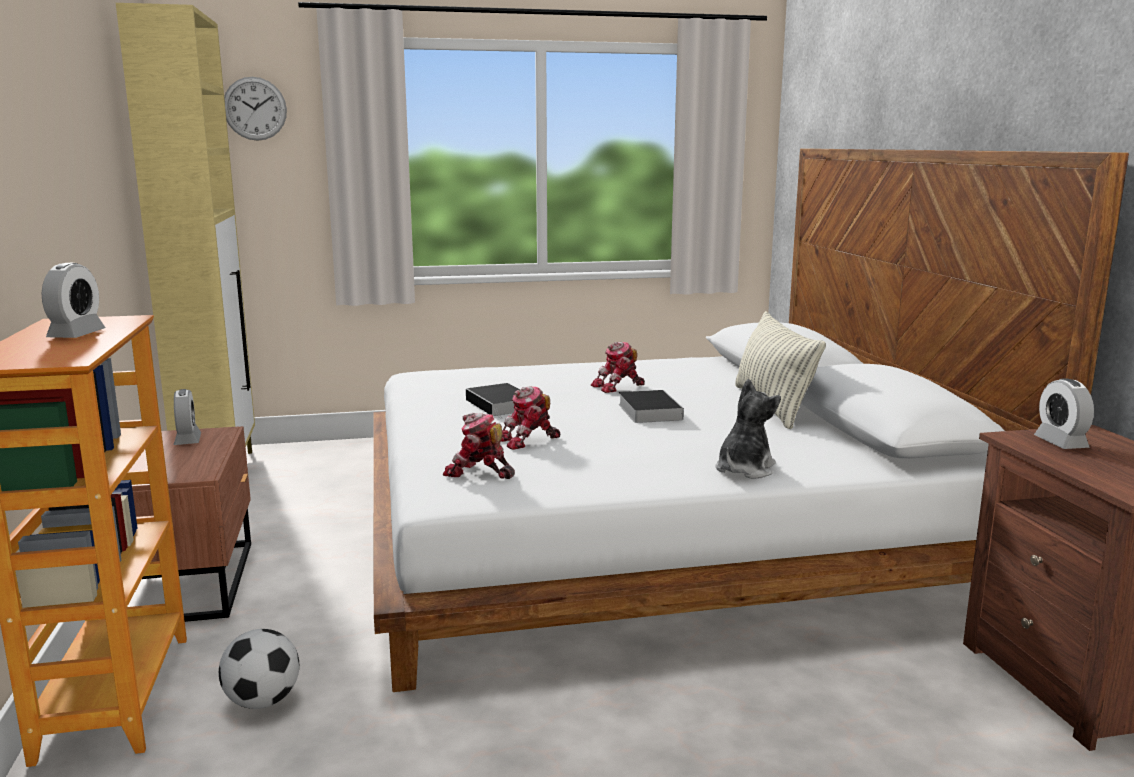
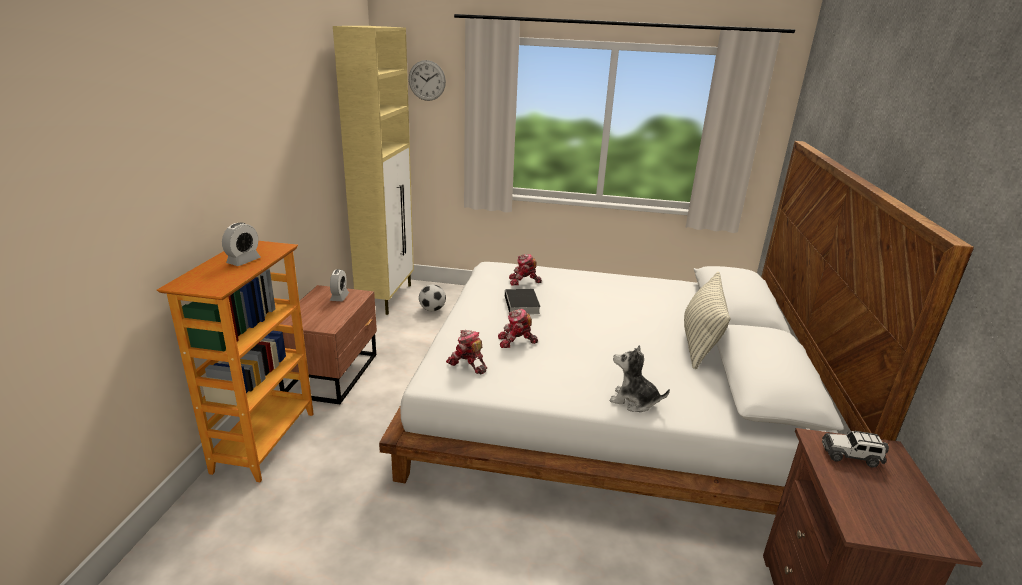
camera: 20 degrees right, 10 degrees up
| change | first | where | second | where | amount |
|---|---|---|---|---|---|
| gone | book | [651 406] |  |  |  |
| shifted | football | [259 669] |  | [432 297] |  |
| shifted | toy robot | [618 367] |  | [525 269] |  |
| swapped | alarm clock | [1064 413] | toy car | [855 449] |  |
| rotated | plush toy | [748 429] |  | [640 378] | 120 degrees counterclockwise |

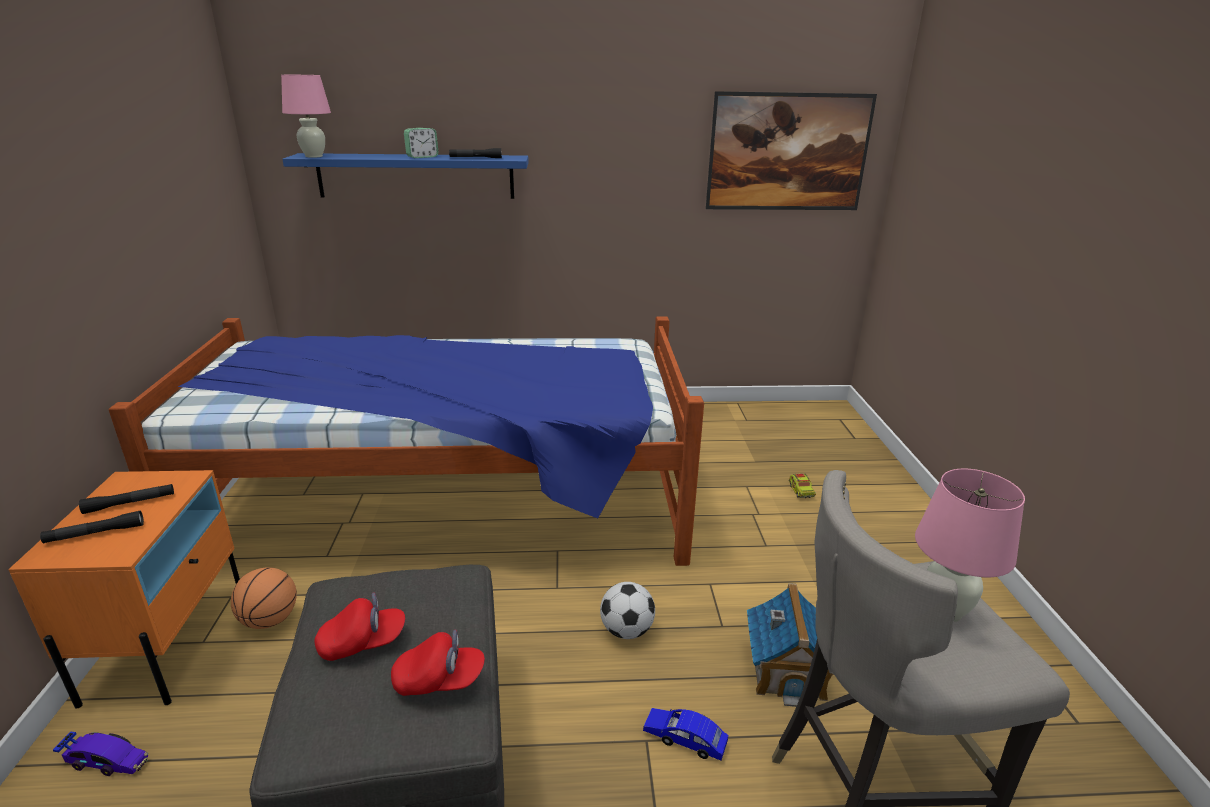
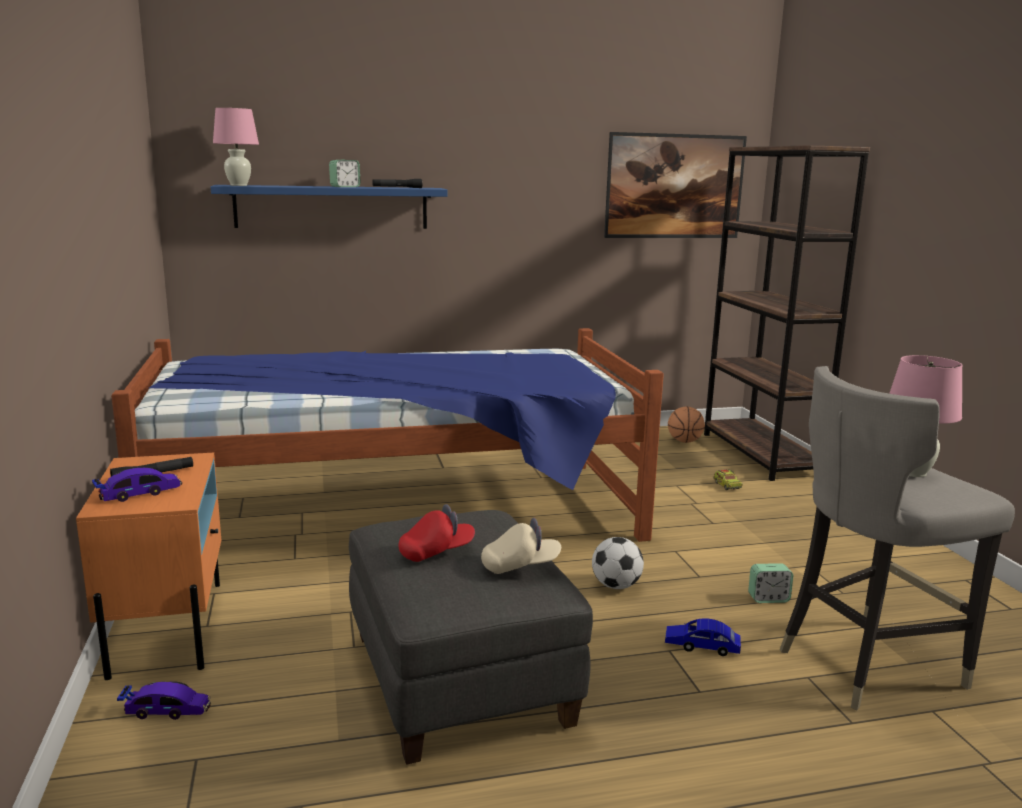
camera: 10 degrees left, 10 degrees down
| change | first | where | second | where | amount |
|---|---|---|---|---|---|
| new |  |  | bookcase/brown | [787 313] |  |
| shifted | basketball | [264 598] |  | [686 424] |  |
| swapped | flashlight/black | [92 527] | toy car | [137 484] |  |
| swapped | toy house | [790 645] | alarm clock | [770 583] |  |
| repainted | cap/red | [438 662] | cap/beige | [521 546] |  |

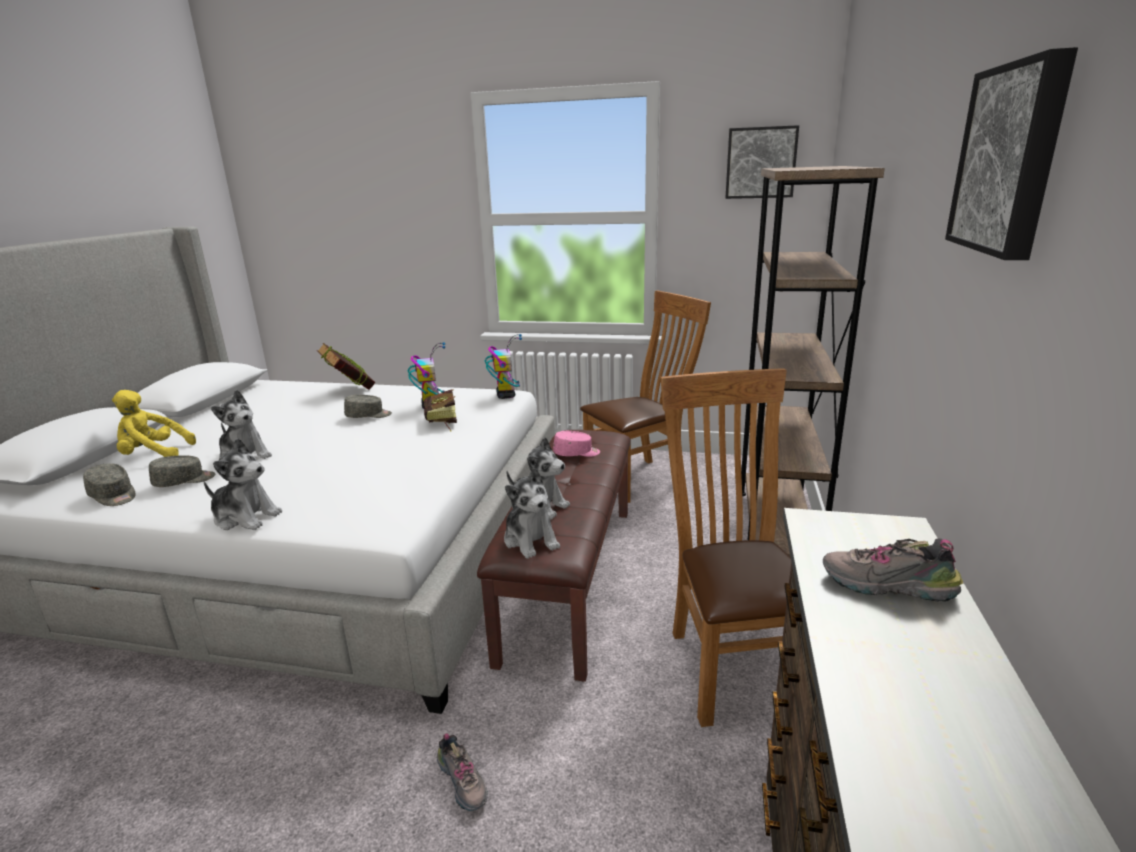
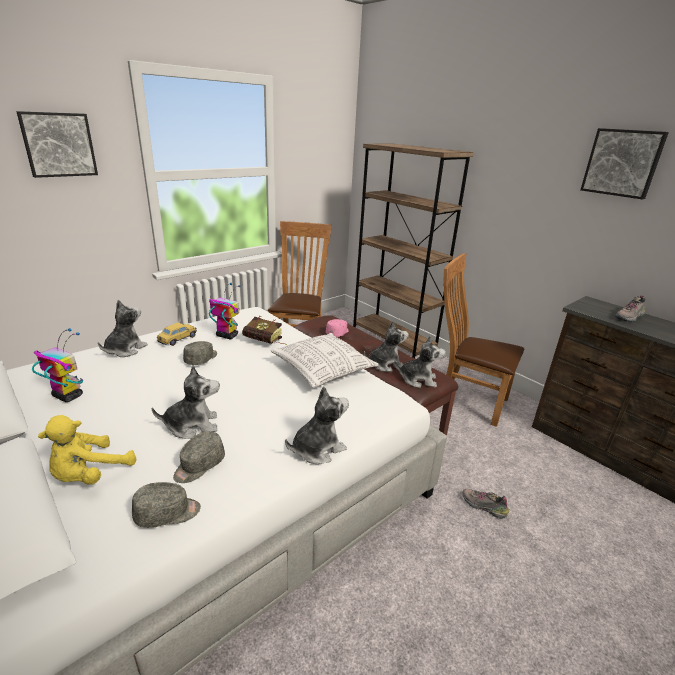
camera: 55 degrees left, 5 degrees up
| change | first | where | second | where | amount |
|---|---|---|---|---|---|
| new |  |  | toy car | [177 334] |  |
| new |  |  | pillow | [325 360] |  |
| shifted | toy robot | [503 366] |  | [57 365] |  |
| shifted | picture | [762 162] |  | [57 144] |  |
| swapped | book | [346 366] | plush toy | [123 328] |  |
| rotated | cap/grey | [182 471] |  | [199 457] | 150 degrees counterclockwise |
| rotated | shoe | [462 772] |  | [486 504] | 150 degrees counterclockwise |

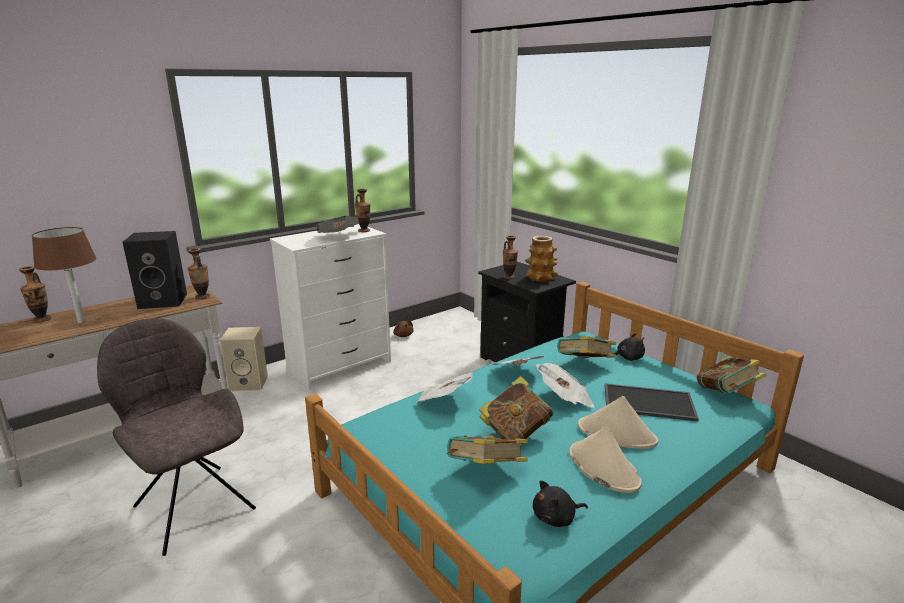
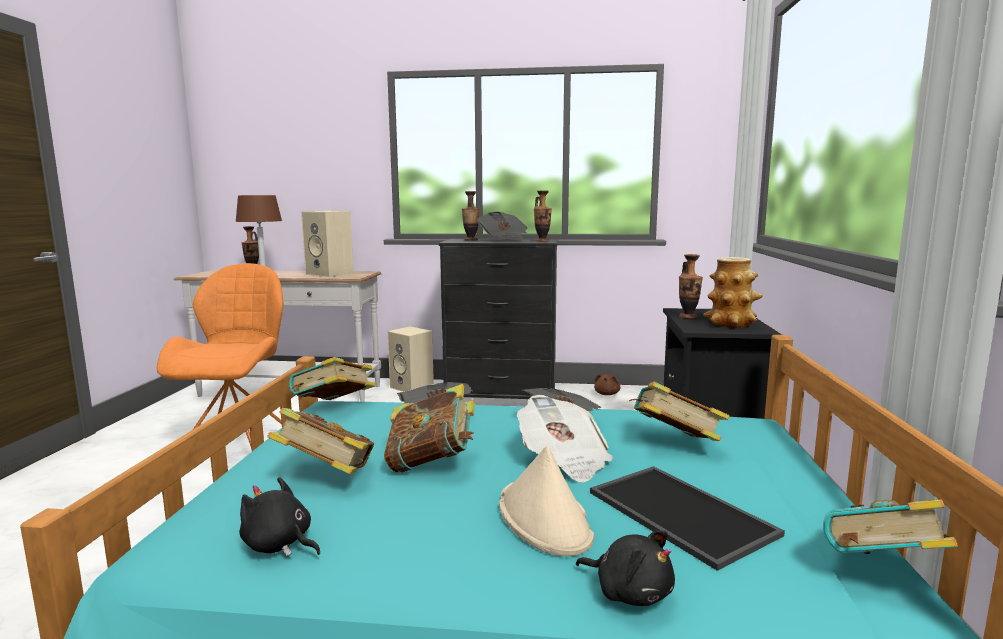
camera: 45 degrees right, 10 degrees down
| change | first | where | second | where | amount |
|---|---|---|---|---|---|
| gone | hat/beige | [605 459] |  |  |  |
| new |  |  | book | [332 378] |  |
| shifted | vase | [199 274] |  | [470 216] |  |
| shifted | plush toy/black | [628 347] |  | [625 568] |  |
| repainted | chair/grey | [176 437] | chair/orange | [220 354] |  |
| repainted | speaker/black | [155 270] | speaker/beige | [327 244] |  |
| repainted | dresser/white | [330 307] | dresser/black | [498 319] |  |

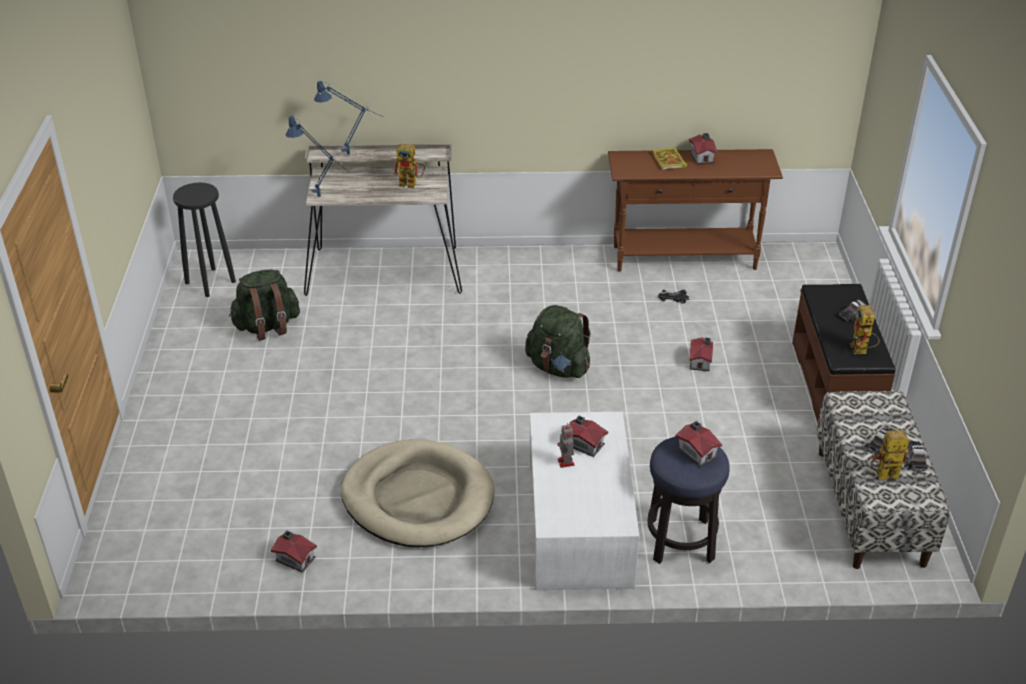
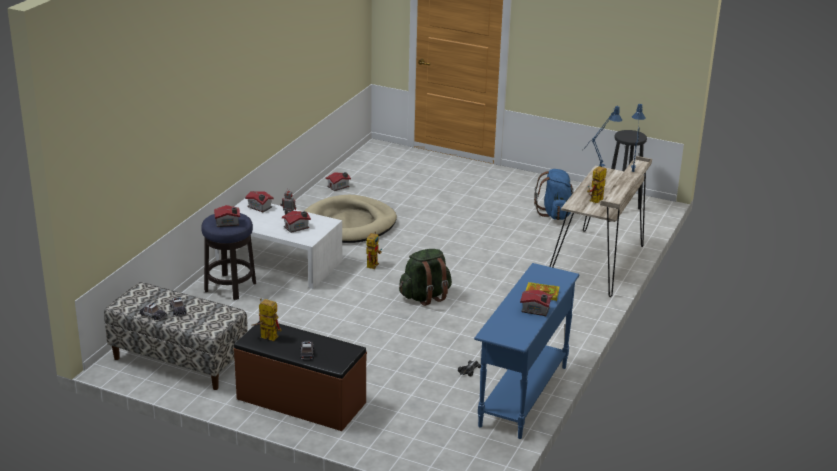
camera: 115 degrees right, 10 degrees down
| change | first | where | second | where | amount |
|---|---|---|---|---|---|
| shifted | toy house | [701 354] |  | [259 201] |  |
| shifted | toy robot | [890 454] |  | [374 250] |  |
| repainted | backpack/green | [264 305] | backpack/blue | [554 194] |  |
| repainted | console table/brown | [695 210] | console table/blue | [526 351] |  |

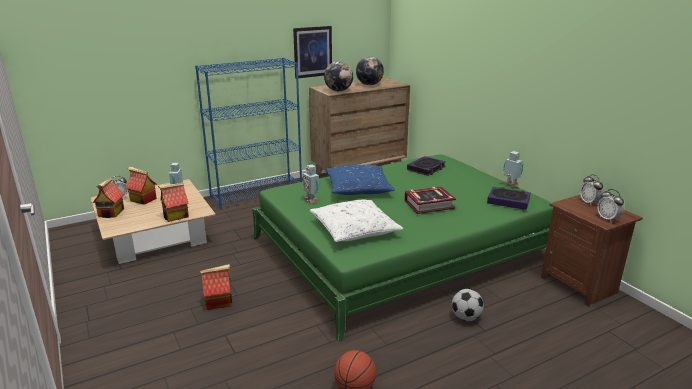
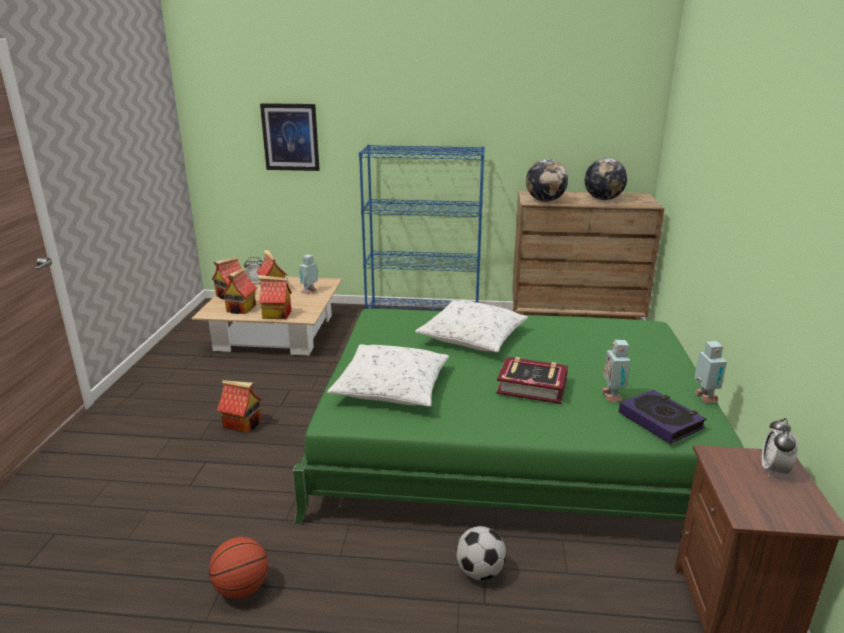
camera: 35 degrees right, 0 degrees up
| change | first | where | second | where | amount |
|---|---|---|---|---|---|
| gone | book | [426 166] |  |  |  |
| gone | alarm clock | [610 206] |  |  |  |
| new |  |  | toy house | [240 291] |  |
| shifted | picture | [312 52] |  | [290 137] |  |
| shifted | toy robot | [311 184] |  | [616 371] |  |
| repainted | pillow/blue | [360 180] | pillow/white | [471 326] |  |

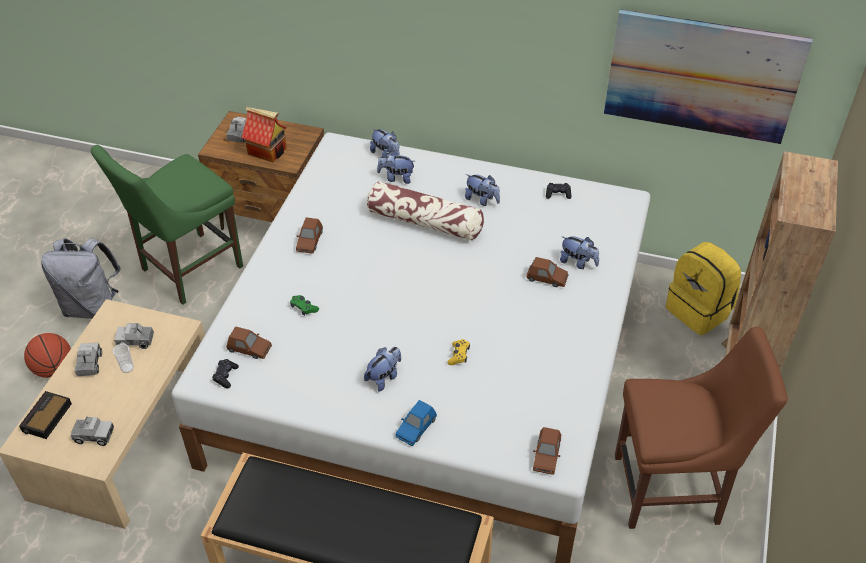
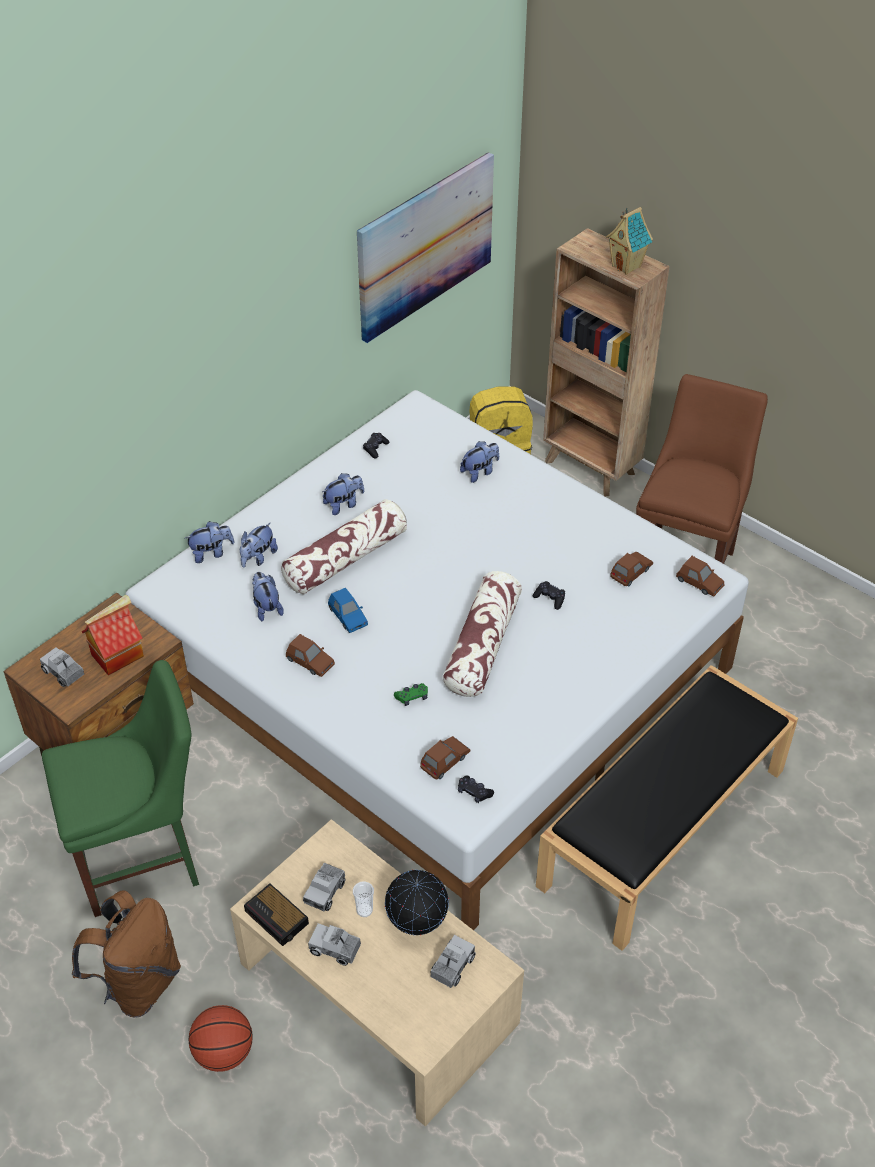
camera: 65 degrees left, 0 degrees up
| change | first | where | second | where | amount |
|---|---|---|---|---|---|
| new |  |  | globe | [417 902] |  |
| new |  |  | pillow | [482 634] |  |
| new |  |  | toy house | [629 241] |  |
| shifted | alarm clock | [45 415] |  | [276 914] |  |
| shifted | plush toy | [382 369] |  | [268 597] |  |
| shifted | toy car/blue | [416 423] |  | [348 610] |  |
| shifted | toy car/brown | [547 272] |  | [631 569] |  |
| repainted | backpack/grey | [81 278] | backpack/brown | [126 953] |  |
| repainted | game controller/yellow | [458 352] | game controller/black | [549 595] |  |
| rotated | chair/green | [167 225] |  | [120 788] | 90 degrees counterclockwise |

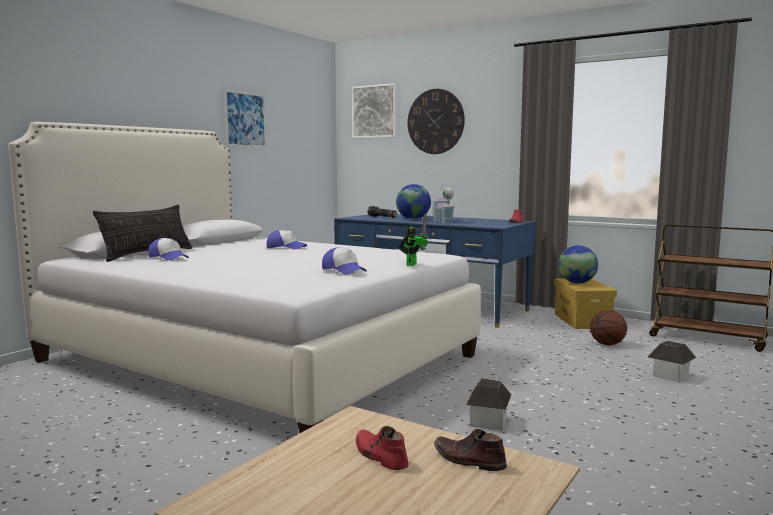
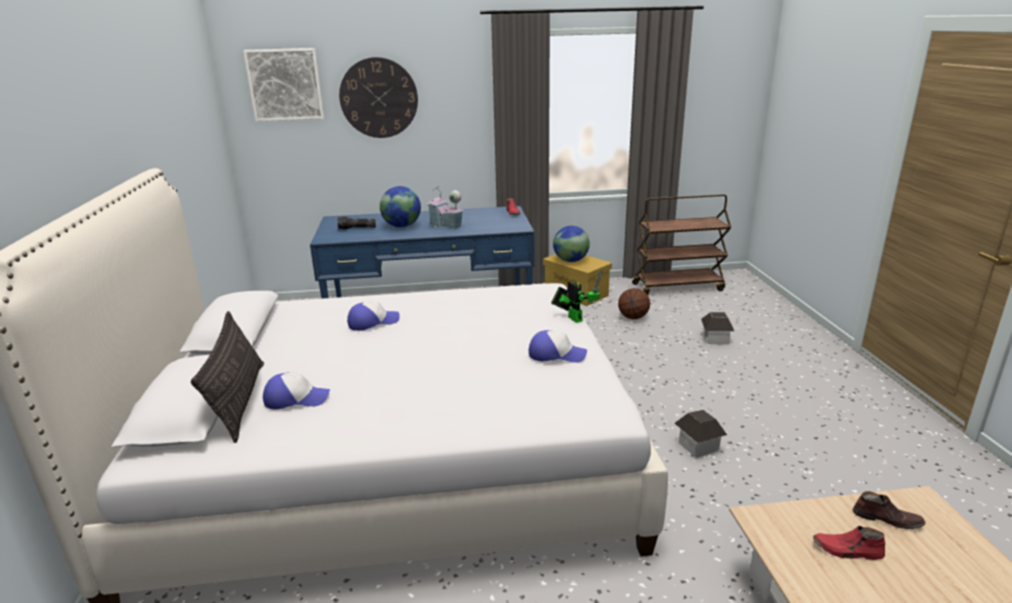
camera: 40 degrees left, 15 degrees up
| change | first | where | second | where | amount |
|---|---|---|---|---|---|
| gone | picture | [245 118] |  |  |  |
| rotated | shoe/brown | [470 450] |  | [889 510] | 150 degrees counterclockwise |

